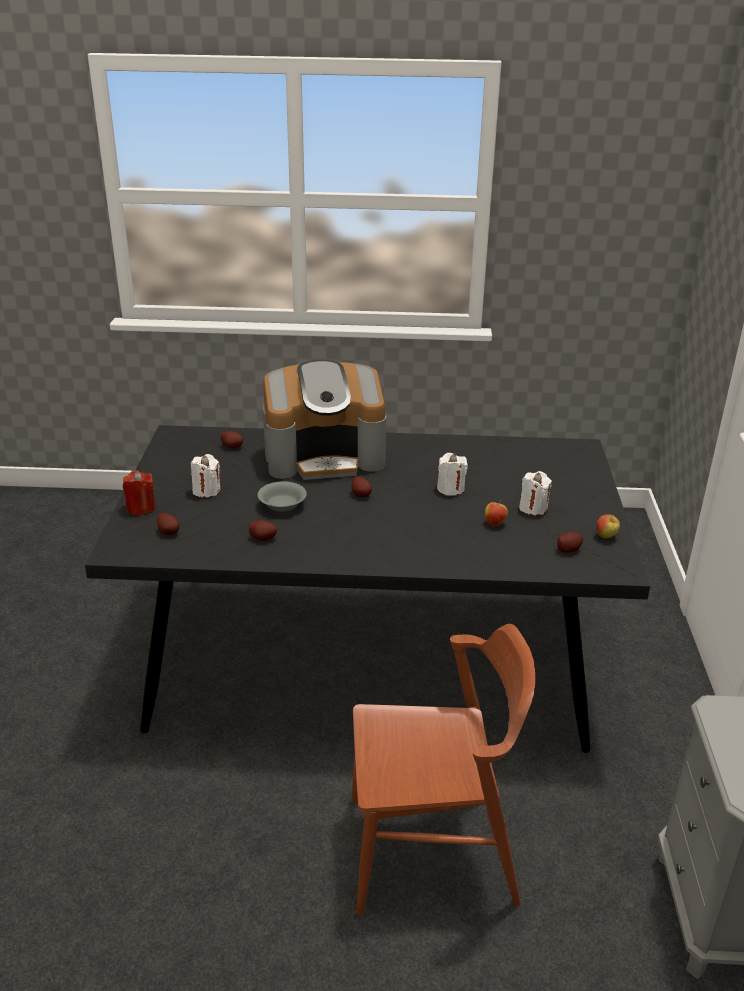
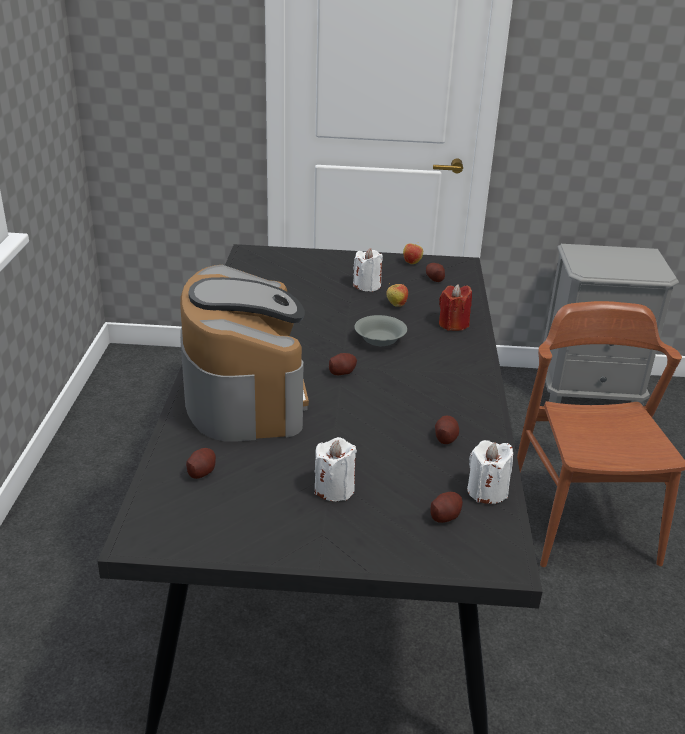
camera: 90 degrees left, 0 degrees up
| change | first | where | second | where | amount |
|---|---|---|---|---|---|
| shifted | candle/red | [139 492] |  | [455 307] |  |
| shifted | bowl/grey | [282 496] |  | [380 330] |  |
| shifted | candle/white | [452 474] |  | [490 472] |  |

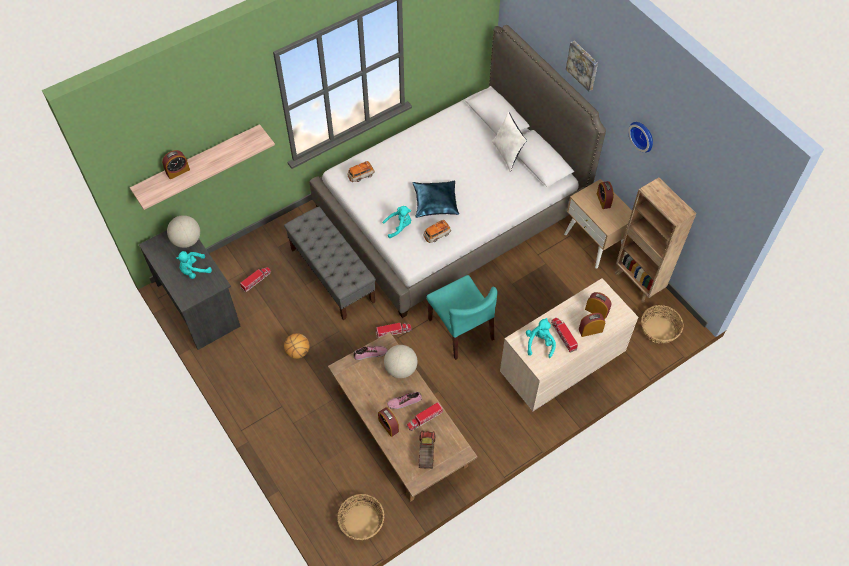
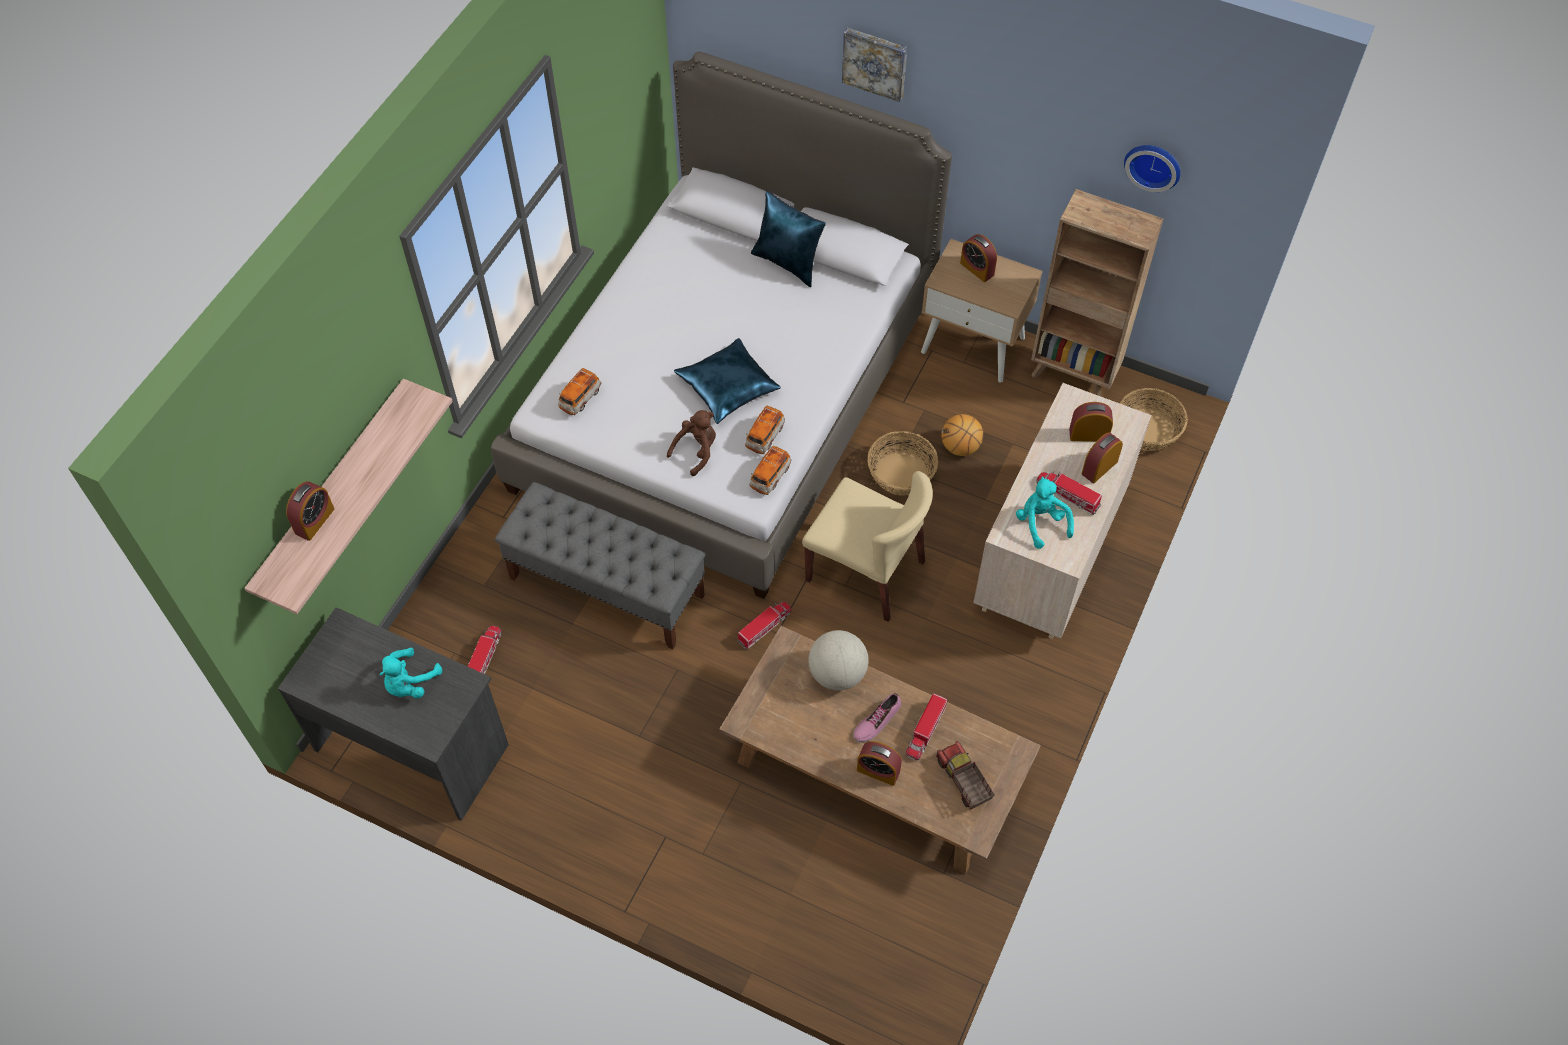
camera: 30 degrees left, 0 degrees up
| change | first | where | second | where | amount |
|---|---|---|---|---|---|
| gone | globe | [183 231] |  |  |  |
| gone | shoe | [370 353] |  |  |  |
| new |  |  | toy car | [770 470] |  |
| shifted | basketball | [297 346] |  | [962 435] |  |
| shifted | basket | [360 517] |  | [902 463] |  |
| shifted | wall clock | [640 137] |  | [1152 168] |  |
| repainted | plush toy/turquoise | [397 222] | plush toy/brown | [691 443] |  |
| repainted | chair/turquoise | [462 317] | chair/beige | [867 546] |  |
| repainted | pillow/white | [509 141] | pillow/blue | [788 239] |  |

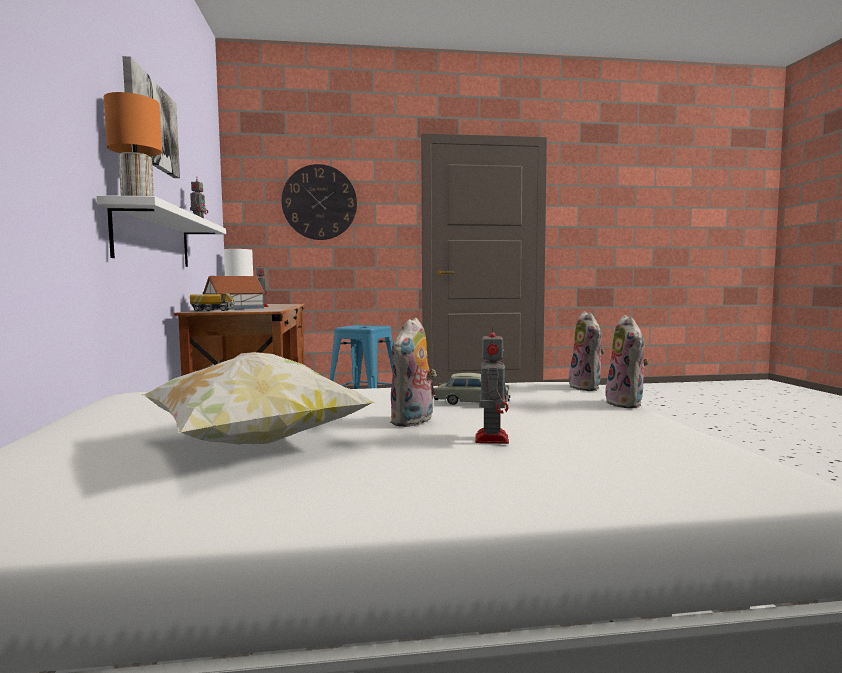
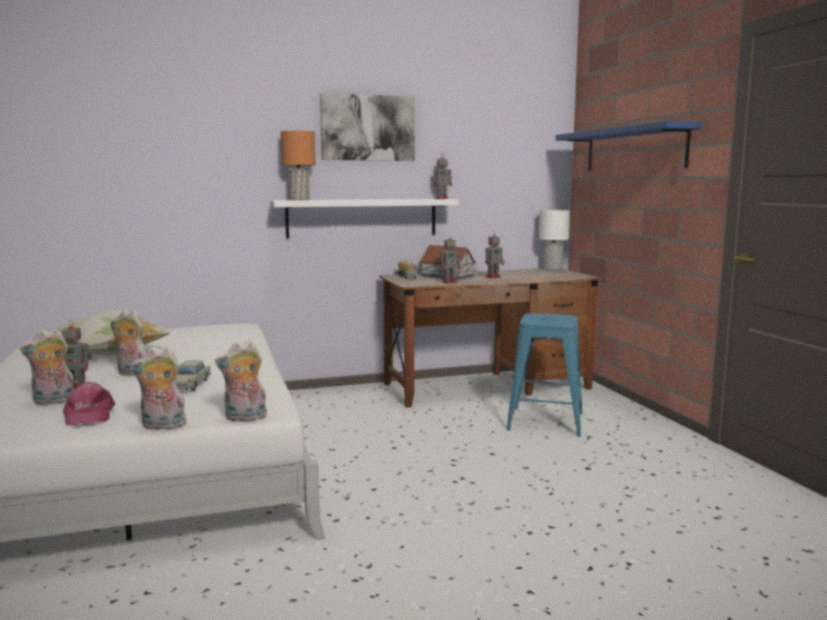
camera: 80 degrees right, 5 degrees up
| change | first | where | second | where | amount |
|---|---|---|---|---|---|
| new |  |  | plush toy | [47 366] |  |
| new |  |  | cap/pink | [89 403] |  |
| new |  |  | toy robot | [450 259] |  |
| swapped | wall clock | [319 202] | shelf/blue | [628 146] |  |

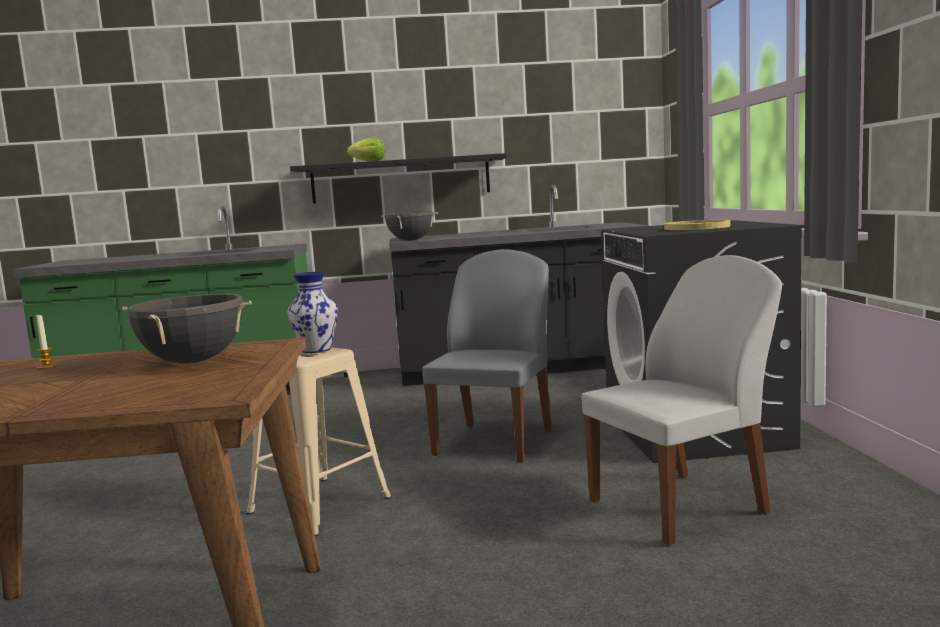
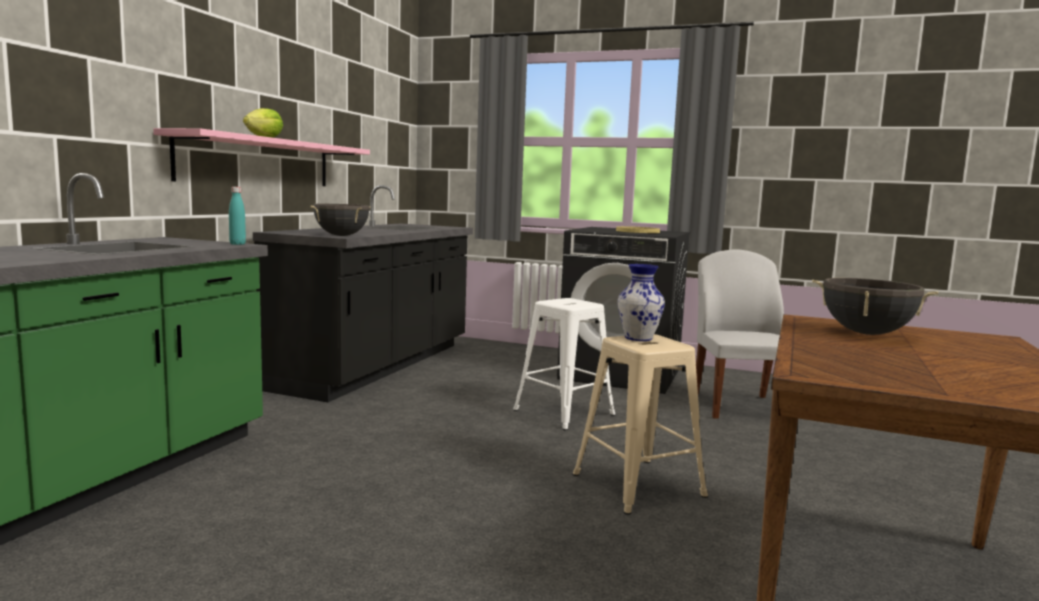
camera: 65 degrees left, 0 degrees up
| change | first | where | second | where | amount |
|---|---|---|---|---|---|
| gone | candle | [46 342] |  |  |  |
| new |  |  | bottle/turquoise | [237 216] |  |
| swapped | chair/grey | [487 356] | stool/white | [564 364] |  |
| repainted | shelf/black | [398 178] | shelf/pink | [261 157] |  |

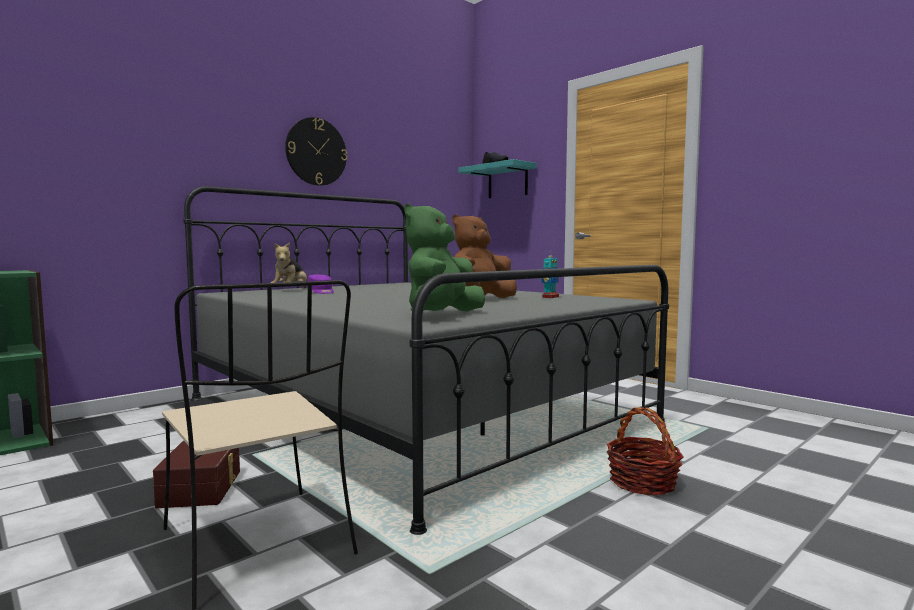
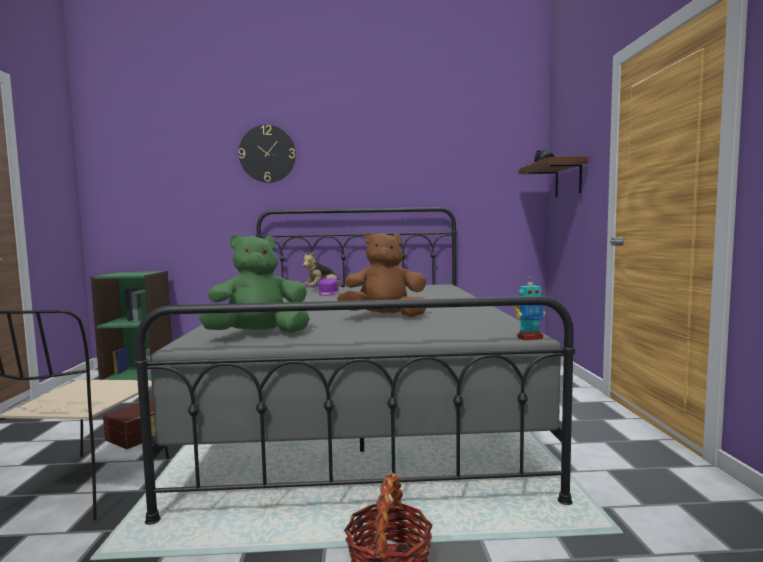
camera: 40 degrees right, 0 degrees up
| change | first | where | second | where | amount |
|---|---|---|---|---|---|
| shifted | wall clock | [316 151] |  | [267 154] |  |
| shifted | toy robot | [550 274] |  | [529 308] |  |
| repainted | shelf/turquoise | [498 178] | shelf/brown | [553 176] |  |

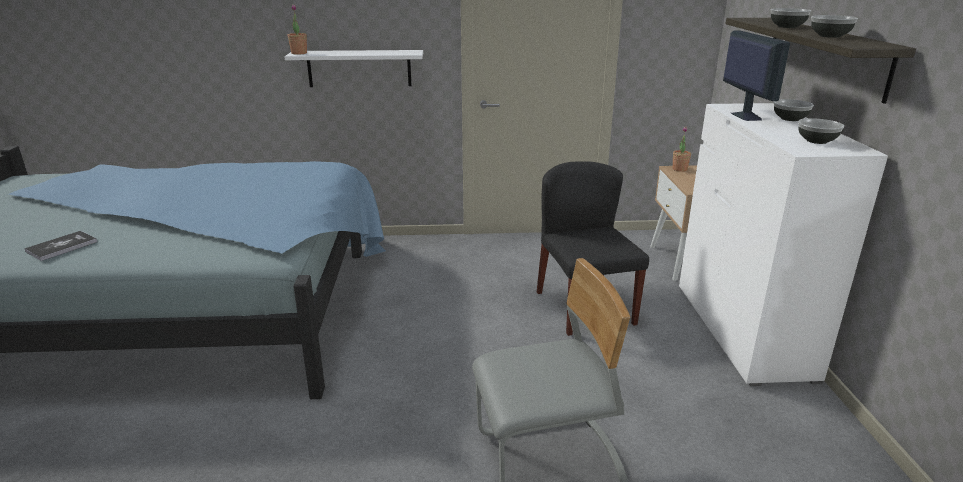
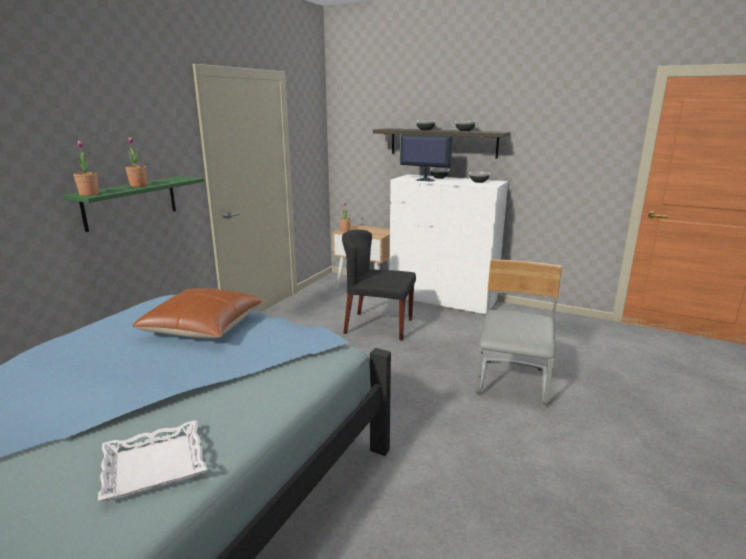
camera: 60 degrees left, 5 degrees down
| change | first | where | second | where | amount |
|---|---|---|---|---|---|
| new |  |  | potted plant | [136 162] |  |
| new |  |  | pillow/brown | [197 313] |  |
| swapped | book | [60 246] | tray/white | [152 460] |  |
| repainted | shelf/white | [353 68] | shelf/green | [133 204] |  |

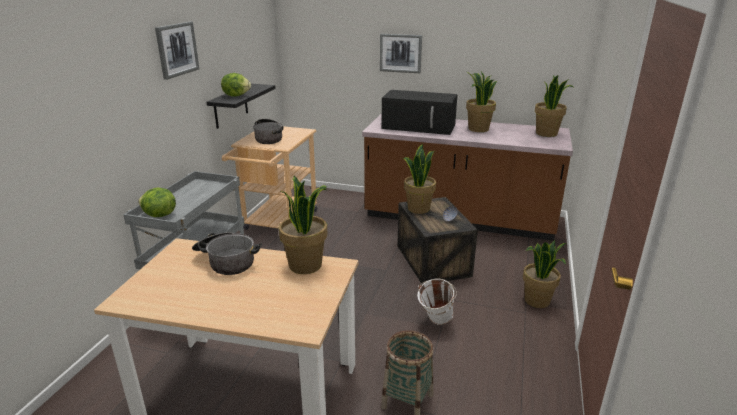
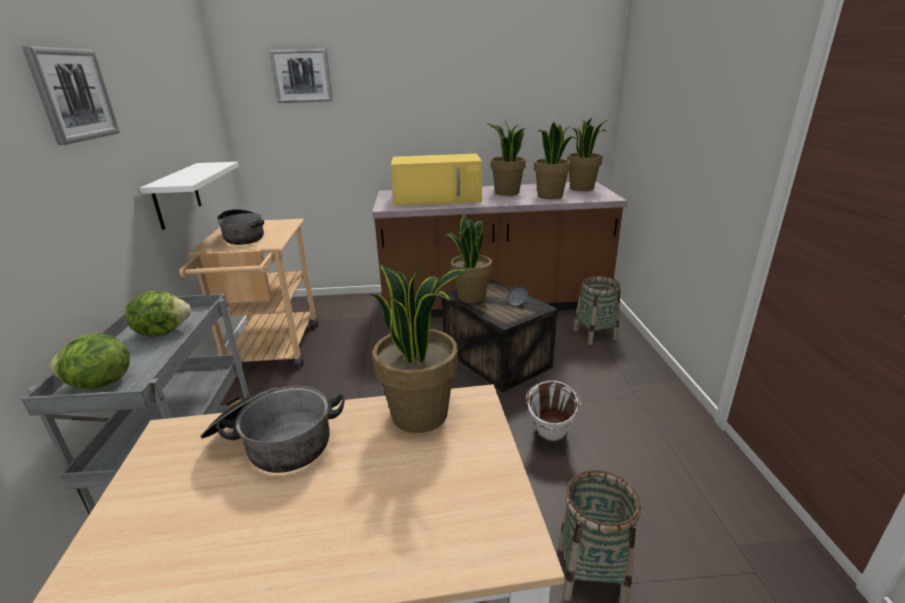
camera: 20 degrees left, 0 degrees up
| change | first | where | second | where | amount |
|---|---|---|---|---|---|
| new |  |  | basket | [596 310] |  |
| shifted | lettuce | [236 85] |  | [158 314] |  |
| shifted | picture | [401 53] |  | [301 76] |  |
| shifted | potted plant | [544 274] |  | [555 160] |  |
| repainted | shelf/black | [241 106] | shelf/white | [189 196] |  |
| repainted | microwave/black | [419 112] | microwave/yellow | [436 180] |  |

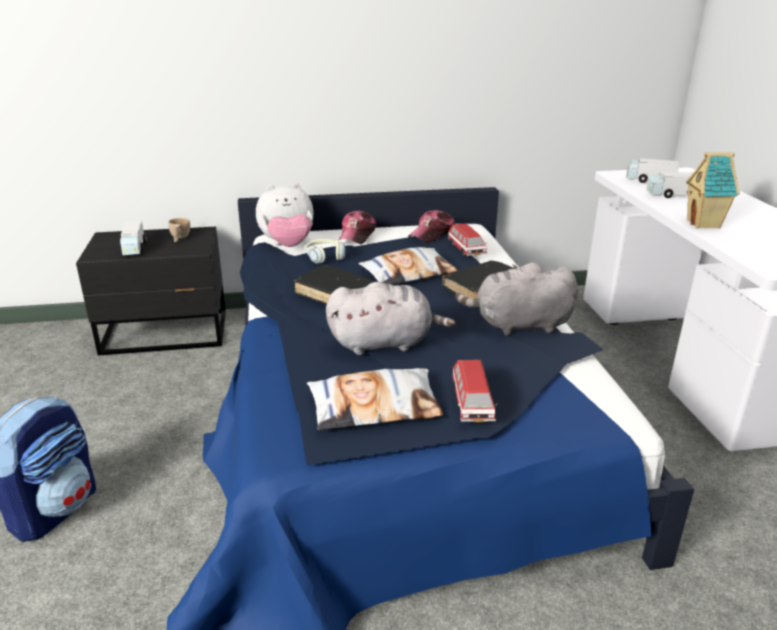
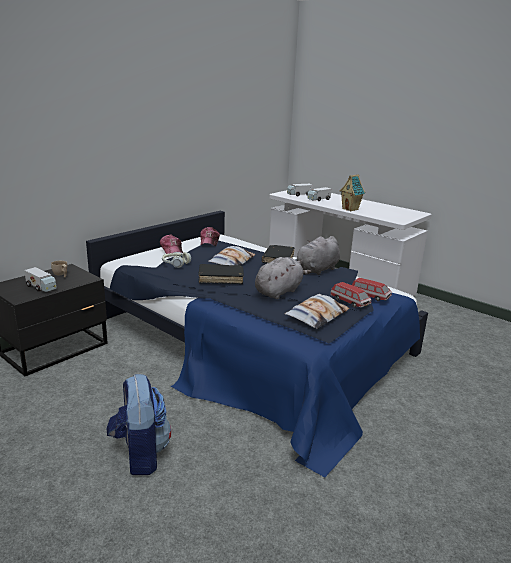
camera: 40 degrees left, 5 degrees down
| change | first | where | second | where | amount |
|---|---|---|---|---|---|
| gone | plush toy | [284 215] |  |  |  |
| shifted | toy car | [467 239] |  | [372 289] |  |

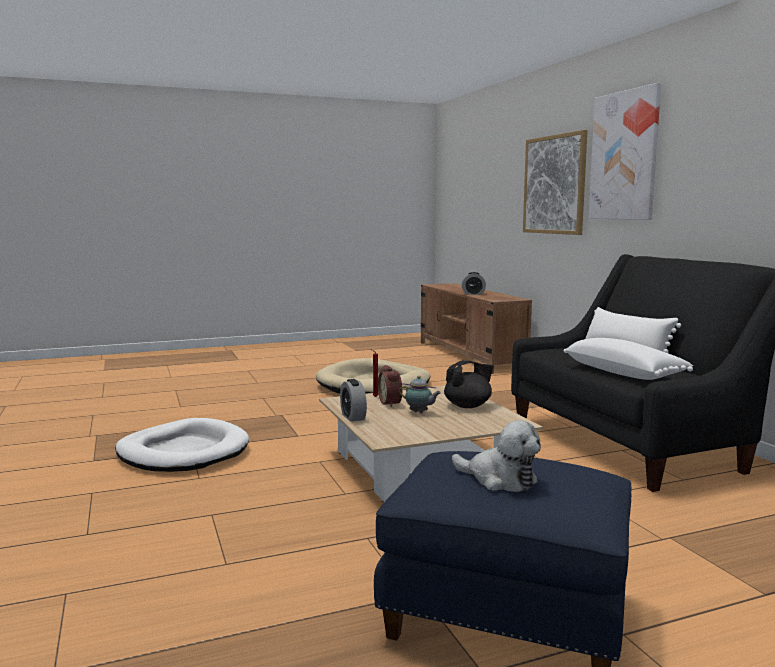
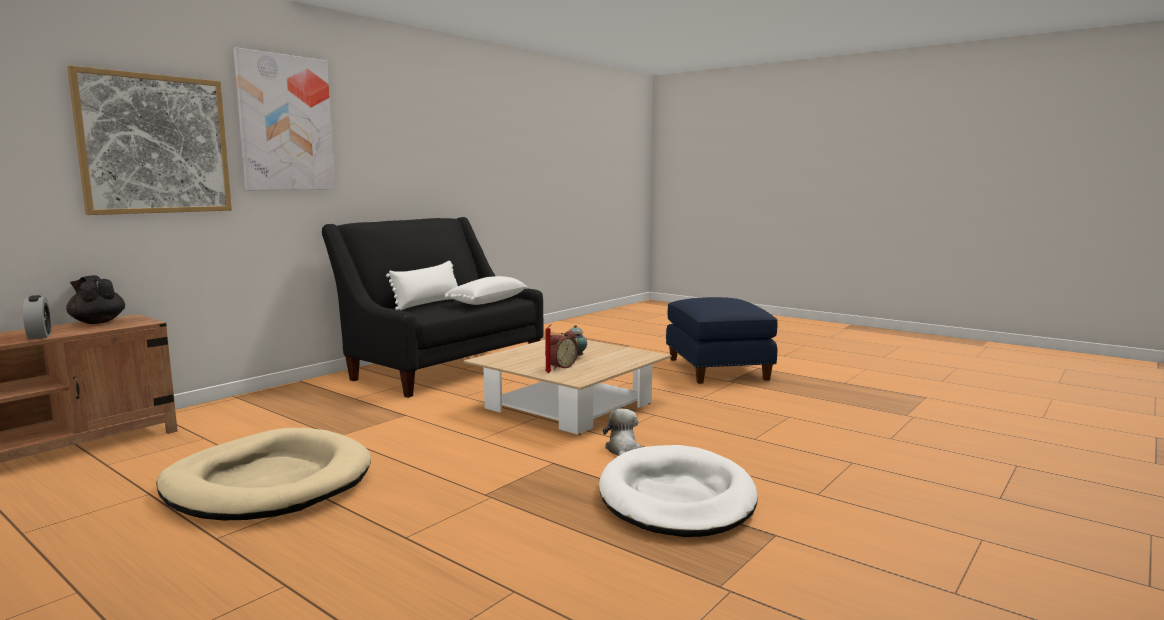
camera: 120 degrees left, 0 degrees up
| change | first | where | second | where | amount |
|---|---|---|---|---|---|
| gone | alarm clock | [353 400] |  |  |  |
| shifted | teapot/black | [469 384] |  | [95 299] |  |
| shifted | plush toy | [496 456] |  | [622 432] |  |

